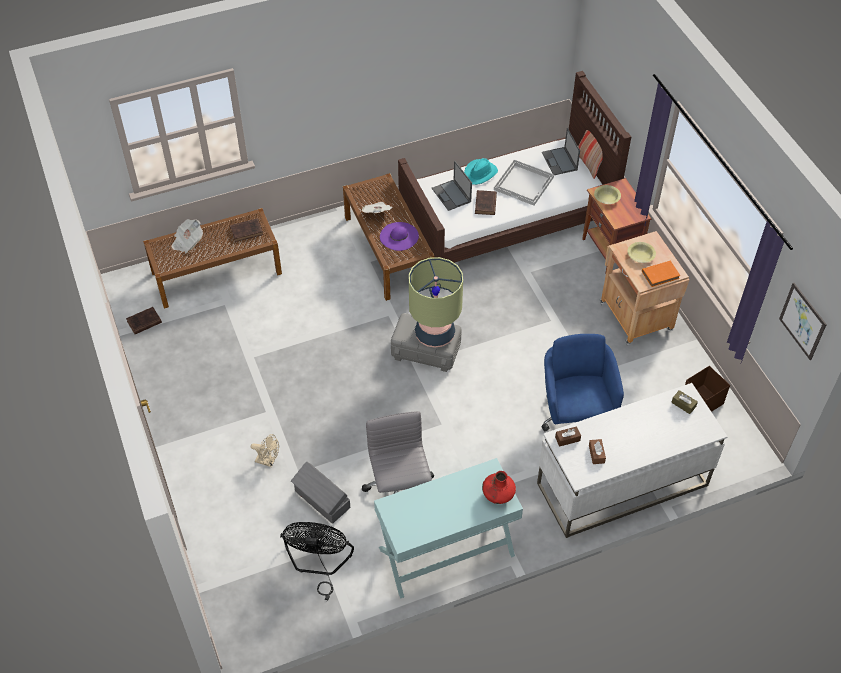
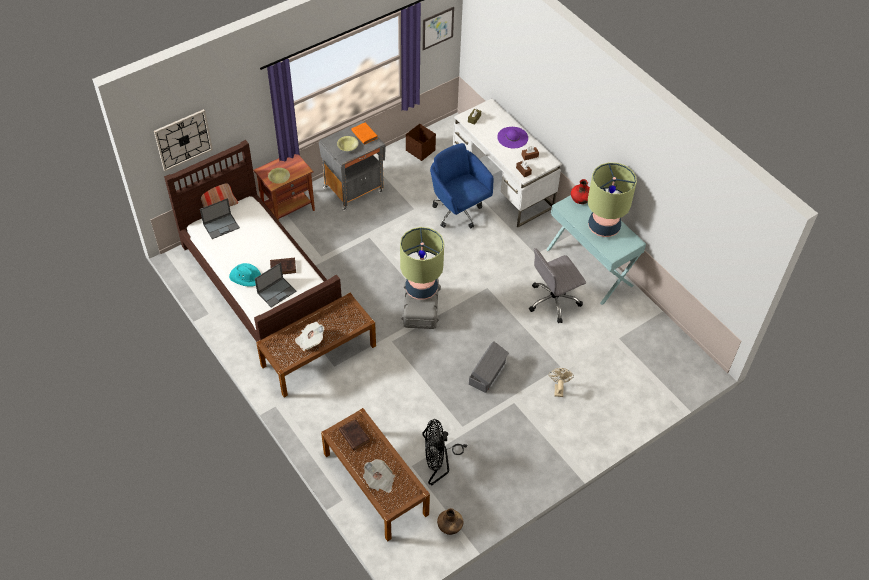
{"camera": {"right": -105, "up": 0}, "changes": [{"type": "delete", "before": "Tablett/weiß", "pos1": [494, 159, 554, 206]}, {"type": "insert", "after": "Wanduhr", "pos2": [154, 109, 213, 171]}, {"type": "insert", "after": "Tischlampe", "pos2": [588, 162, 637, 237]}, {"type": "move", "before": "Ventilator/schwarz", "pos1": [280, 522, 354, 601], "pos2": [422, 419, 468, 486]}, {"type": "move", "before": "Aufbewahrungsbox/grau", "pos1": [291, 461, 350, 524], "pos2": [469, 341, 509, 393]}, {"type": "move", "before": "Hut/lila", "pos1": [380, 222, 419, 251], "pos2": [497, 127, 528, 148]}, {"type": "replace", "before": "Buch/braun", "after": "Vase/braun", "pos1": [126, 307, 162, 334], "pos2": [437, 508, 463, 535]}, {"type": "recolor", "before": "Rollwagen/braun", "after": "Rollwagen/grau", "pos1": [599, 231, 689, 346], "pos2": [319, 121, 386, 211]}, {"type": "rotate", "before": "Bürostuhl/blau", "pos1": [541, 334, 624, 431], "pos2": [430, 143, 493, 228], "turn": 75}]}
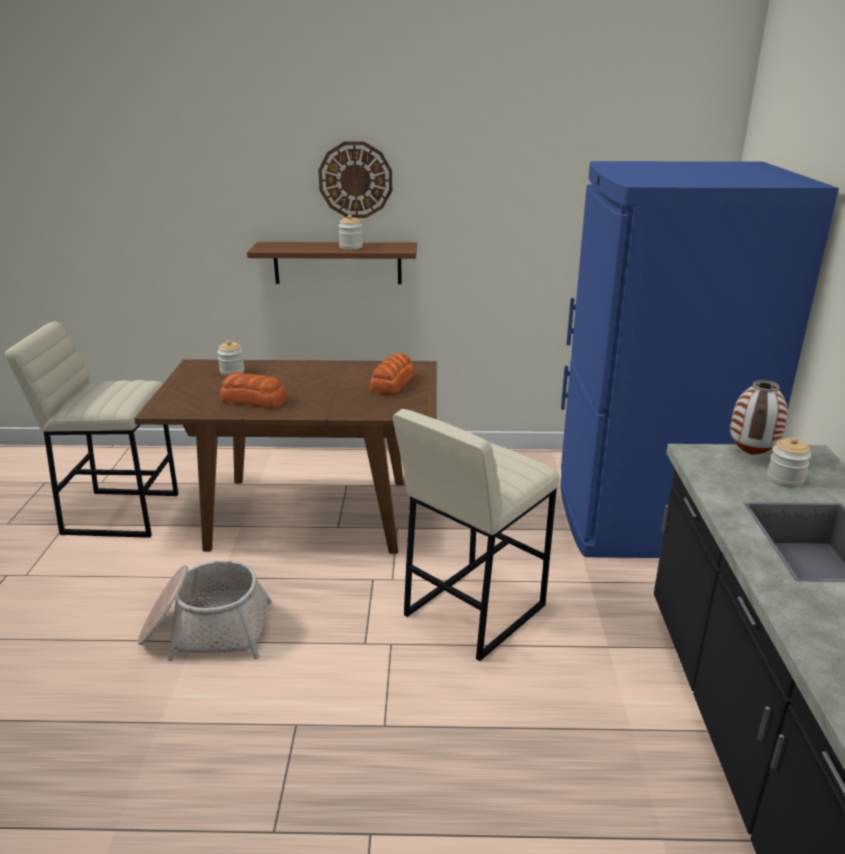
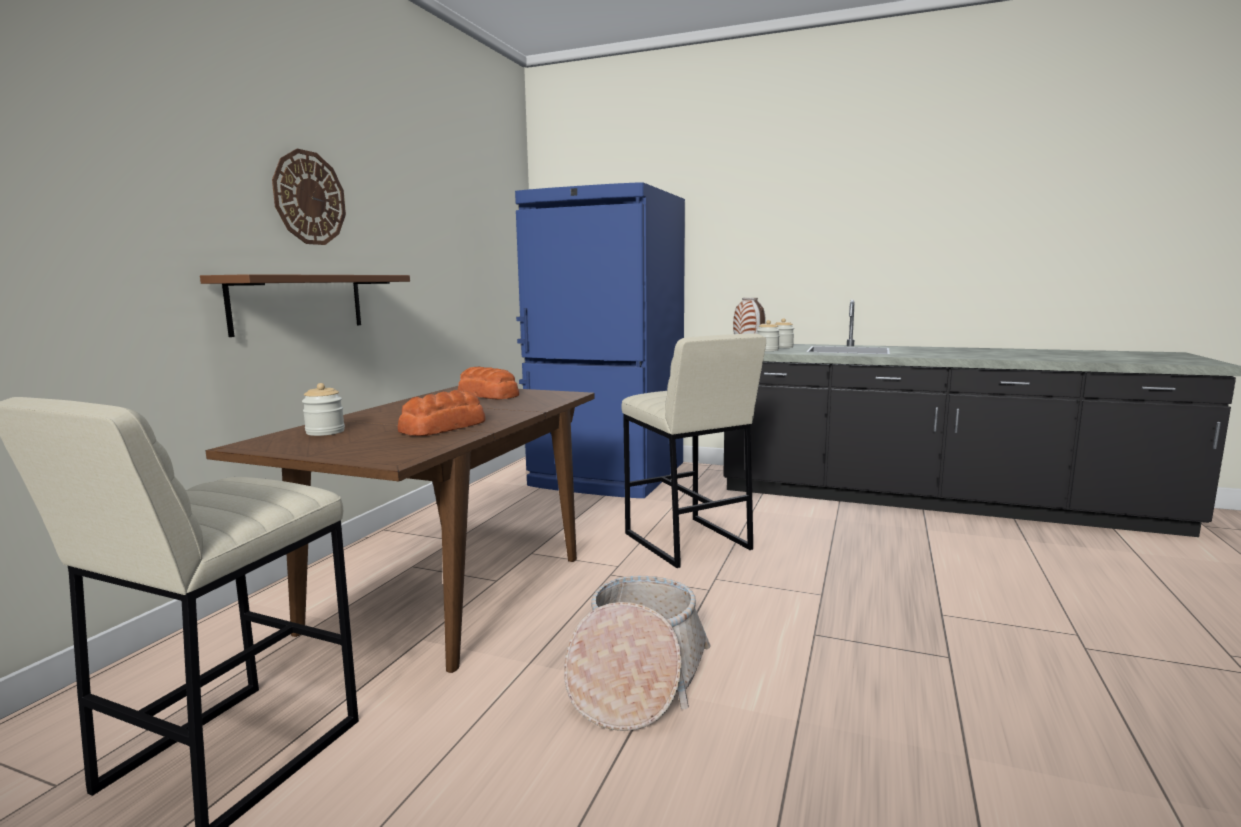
{"camera": {"right": -70, "up": -15}, "changes": [{"type": "move", "before": "Vorratsglas", "pos1": [338, 215, 363, 250], "pos2": [757, 320, 780, 351]}]}
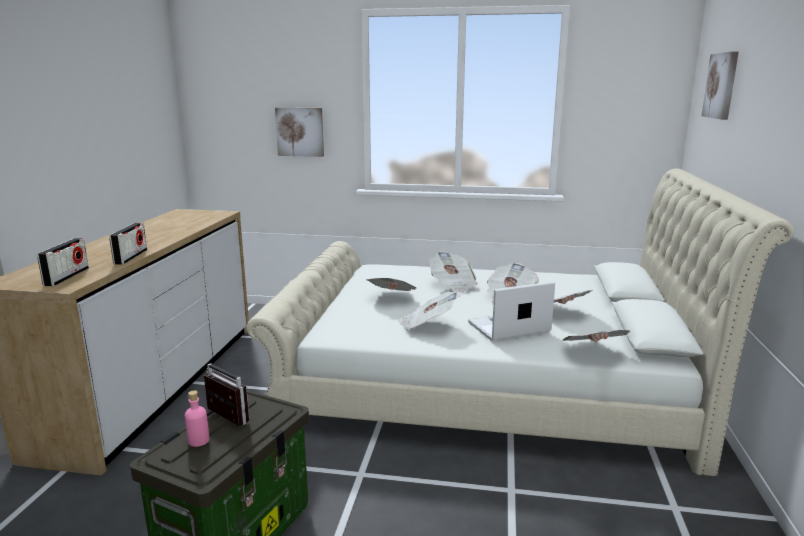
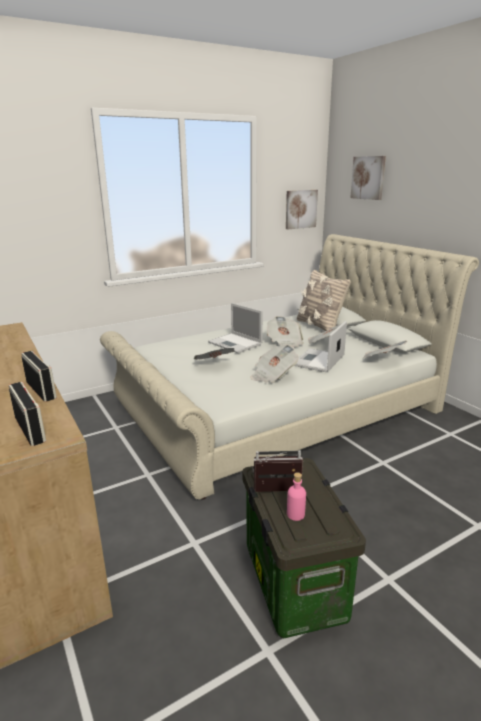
{"camera": {"right": -40, "up": 5}, "changes": [{"type": "insert", "after": "Kissen/beige", "pos2": [297, 270, 351, 331]}, {"type": "move", "before": "Bild", "pos1": [275, 108, 324, 157], "pos2": [286, 190, 318, 229]}, {"type": "replace", "before": "Zeitung", "after": "Laptop", "pos1": [429, 251, 478, 293], "pos2": [208, 303, 263, 353]}]}
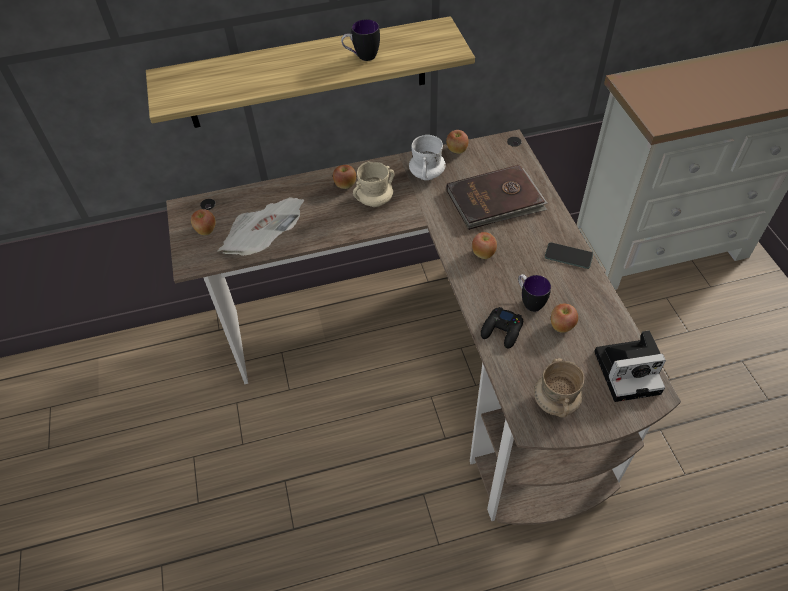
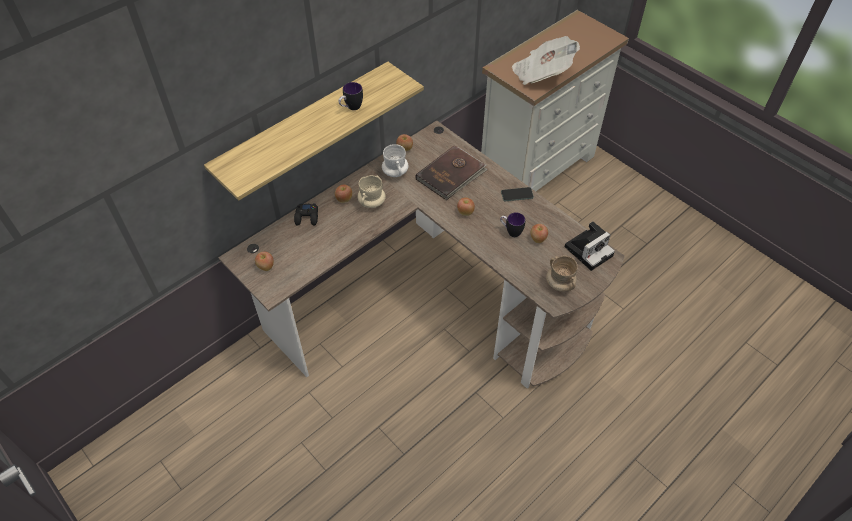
{"camera": {"right": -30, "up": 0}, "changes": [{"type": "move", "before": "Zeitung", "pos1": [218, 197, 304, 256], "pos2": [512, 36, 580, 85]}, {"type": "move", "before": "Gamepad/schwarz", "pos1": [481, 307, 523, 349], "pos2": [294, 204, 318, 226]}]}
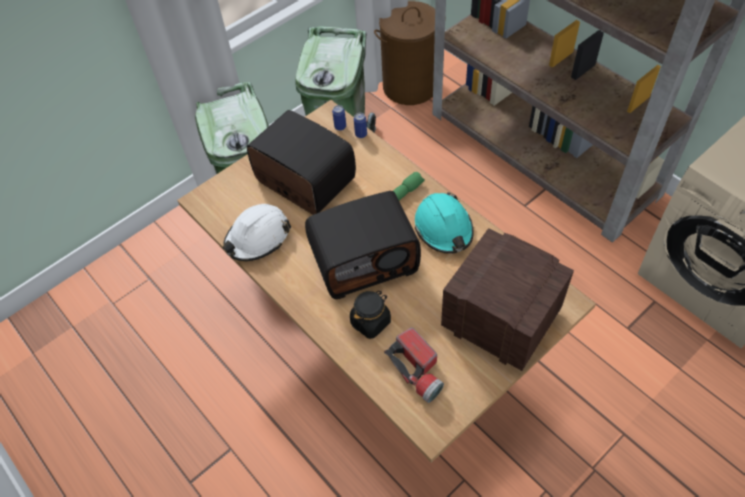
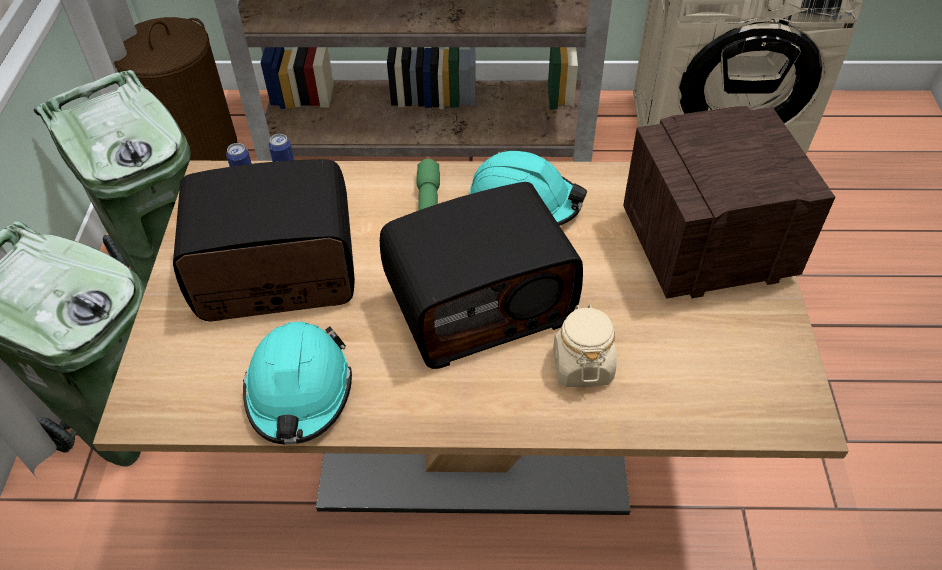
{"camera": {"right": -50, "up": -5}, "changes": [{"type": "delete", "before": "Taschenlampe", "pos1": [384, 328, 444, 403]}, {"type": "recolor", "before": "Schutzhelm/weiß", "after": "Schutzhelm/türkis", "pos1": [222, 204, 291, 261], "pos2": [243, 322, 352, 445]}, {"type": "recolor", "before": "Vorratsglas/schwarz", "after": "Vorratsglas/beige", "pos1": [350, 291, 391, 339], "pos2": [553, 304, 616, 387]}, {"type": "rotate", "before": "Radio", "pos1": [305, 191, 421, 299], "pos2": [380, 182, 583, 369], "turn": 45}]}
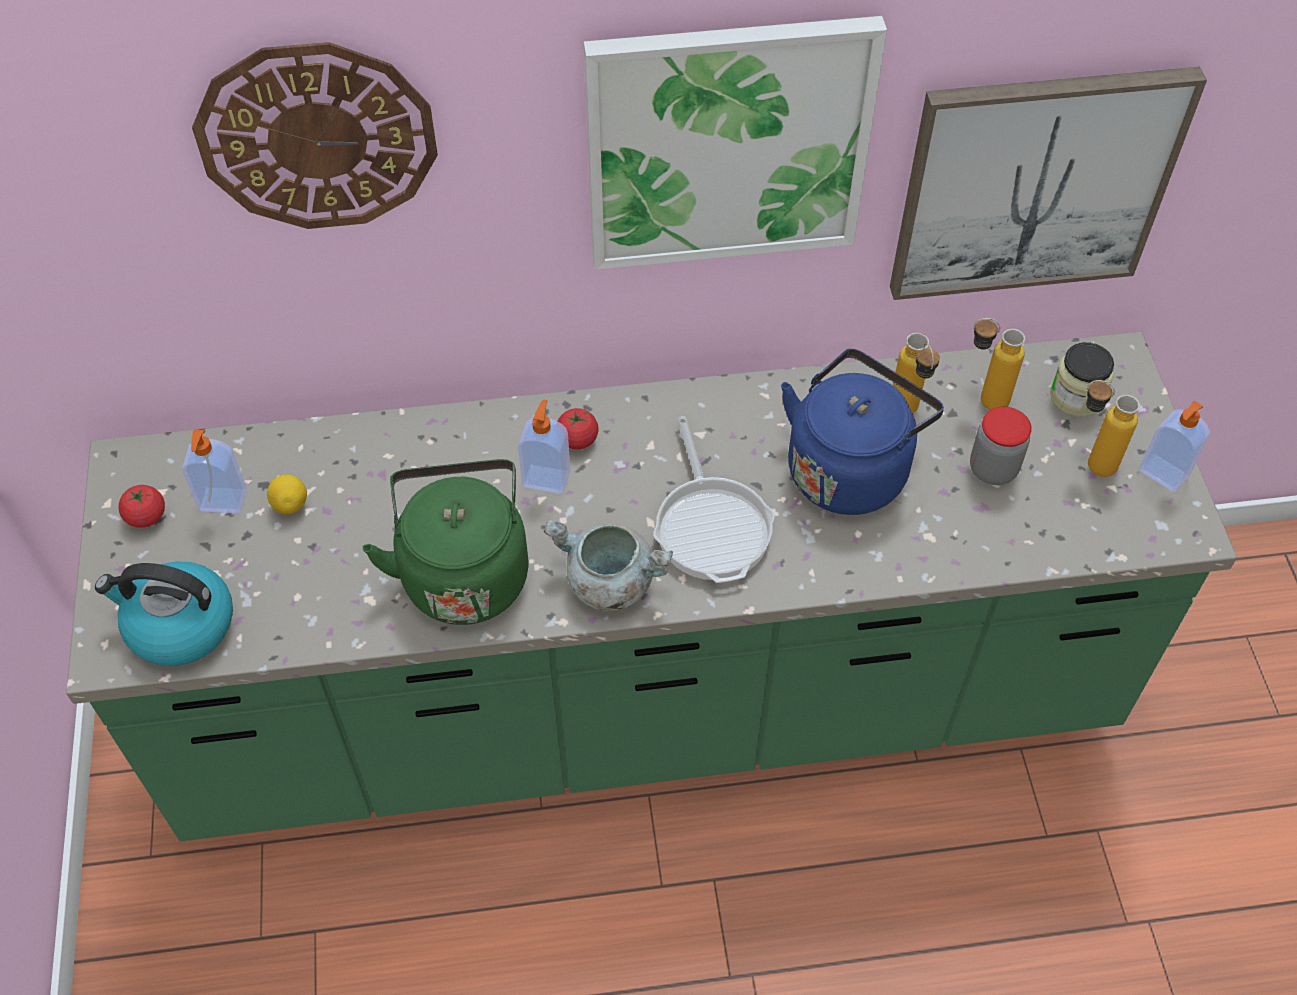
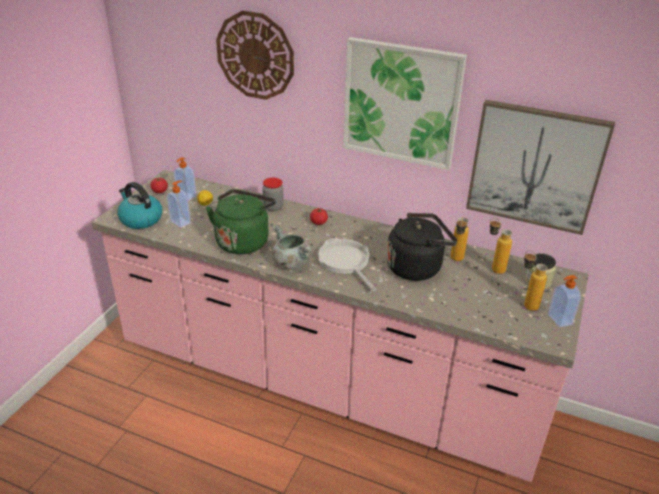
{"camera": {"right": 30, "up": -20}, "changes": [{"type": "move", "before": "Seifenspender", "pos1": [518, 399, 571, 494], "pos2": [167, 181, 191, 228]}, {"type": "move", "before": "Vorratsglas", "pos1": [970, 407, 1032, 485], "pos2": [262, 178, 284, 211]}, {"type": "recolor", "before": "Küchenzeile/grün", "after": "Küchenzeile/rosa", "pos1": [66, 332, 1237, 841], "pos2": [92, 170, 589, 482]}, {"type": "recolor", "before": "Wasserkessel/blau", "after": "Wasserkessel/schwarz", "pos1": [781, 349, 944, 515], "pos2": [387, 213, 457, 281]}, {"type": "rotate", "before": "Pfanne", "pos1": [653, 416, 775, 583], "pos2": [318, 238, 377, 292], "turn": 135}]}
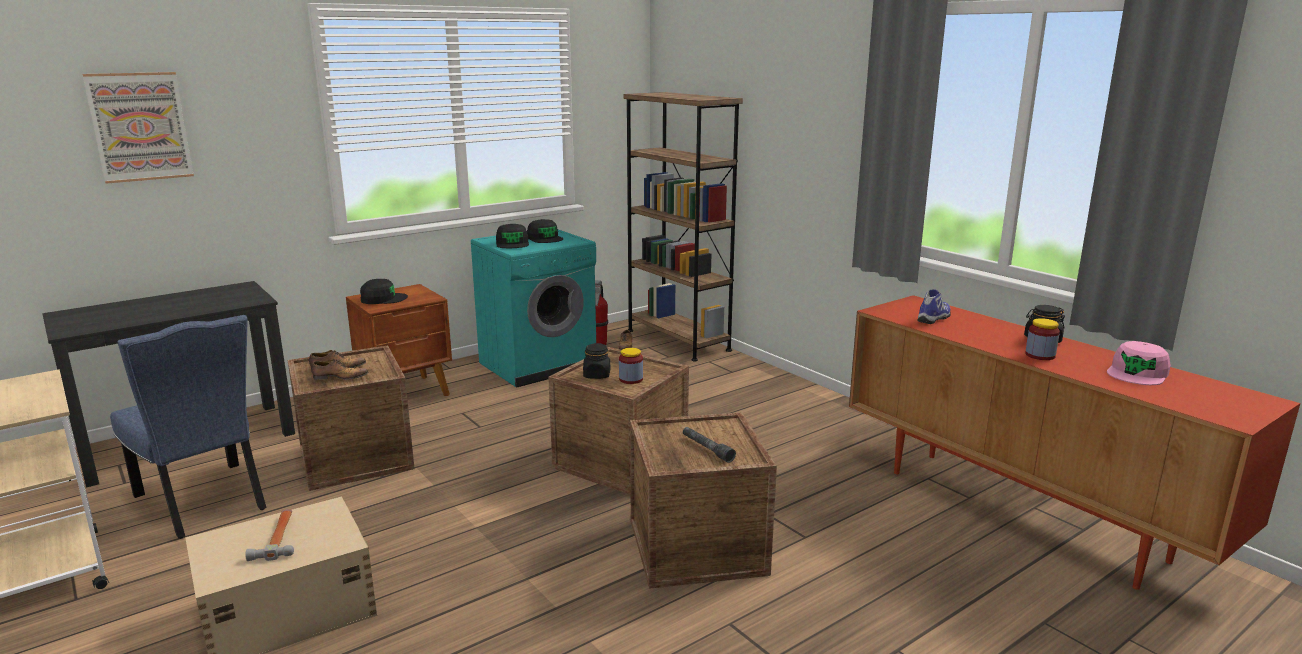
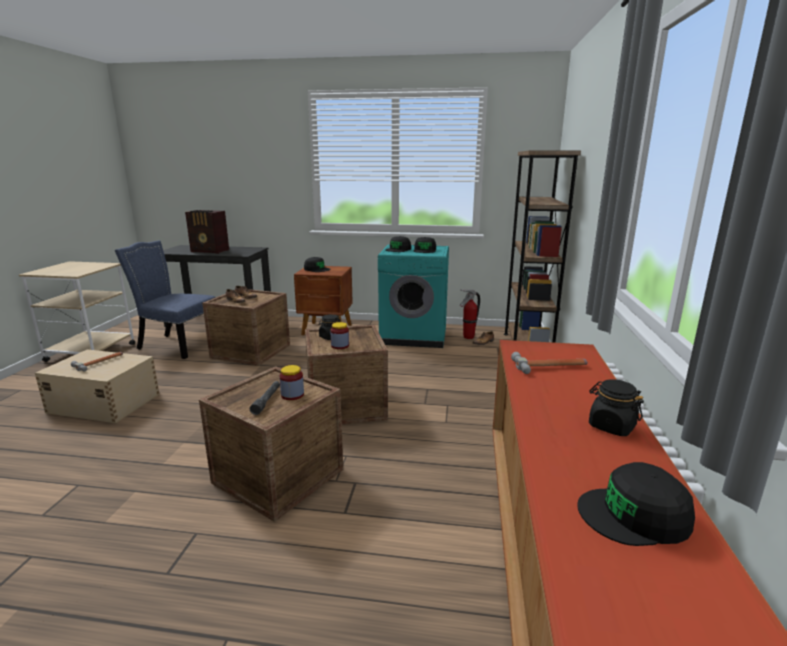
{"camera": {"right": 45, "up": 0}, "changes": [{"type": "delete", "before": "Bild", "pos1": [83, 72, 194, 184]}, {"type": "insert", "after": "Radio", "pos2": [185, 210, 229, 254]}, {"type": "move", "before": "Vorratsglas", "pos1": [1025, 318, 1060, 360], "pos2": [279, 365, 304, 400]}, {"type": "replace", "before": "Schuh", "after": "Hammer", "pos1": [917, 289, 951, 324], "pos2": [511, 352, 588, 374]}, {"type": "recolor", "before": "Kappe/rosa", "after": "Kappe/schwarz", "pos1": [1107, 341, 1171, 385], "pos2": [577, 462, 695, 546]}, {"type": "rotate", "before": "Stuhl/blau", "pos1": [110, 315, 267, 539], "pos2": [115, 240, 216, 359], "turn": 105}]}
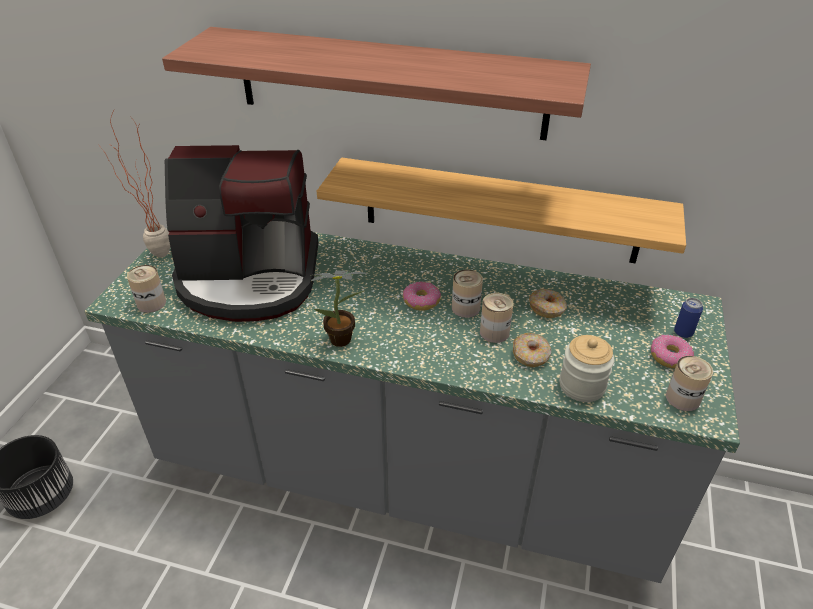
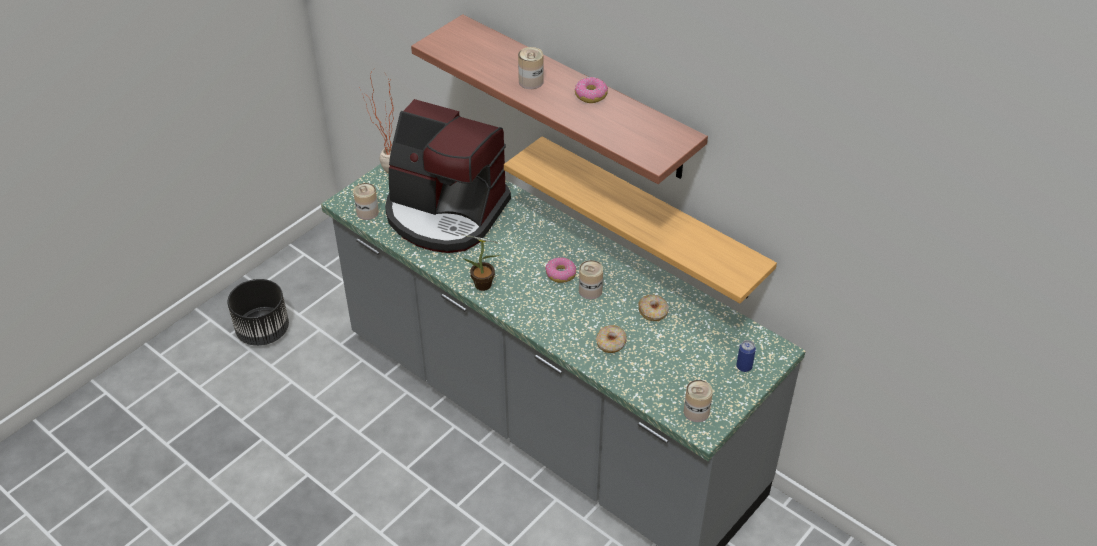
{"camera": {"right": 25, "up": 5}, "changes": [{"type": "delete", "before": "Vorratsglas", "pos1": [559, 335, 614, 402]}, {"type": "move", "before": "Dose", "pos1": [480, 293, 513, 343], "pos2": [518, 47, 543, 89]}, {"type": "move", "before": "Donut", "pos1": [651, 335, 694, 369], "pos2": [575, 77, 608, 103]}]}
